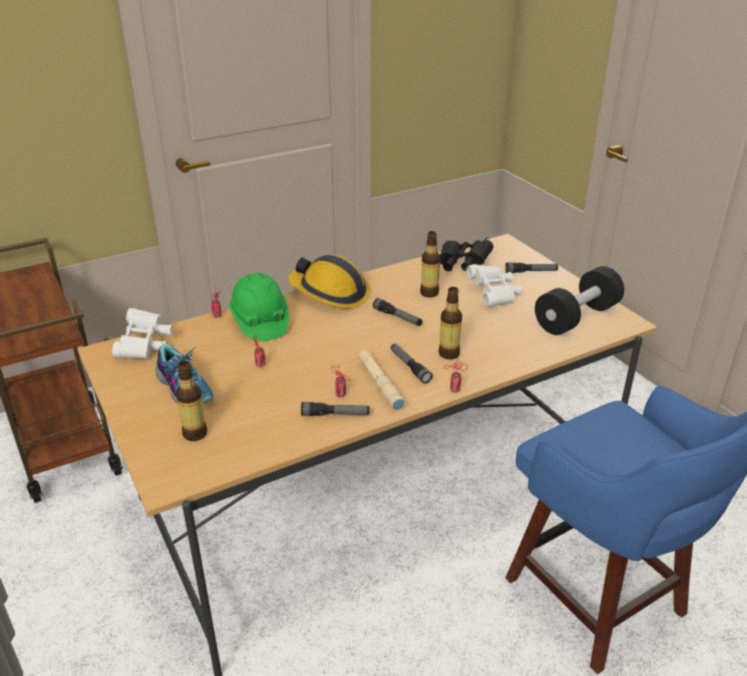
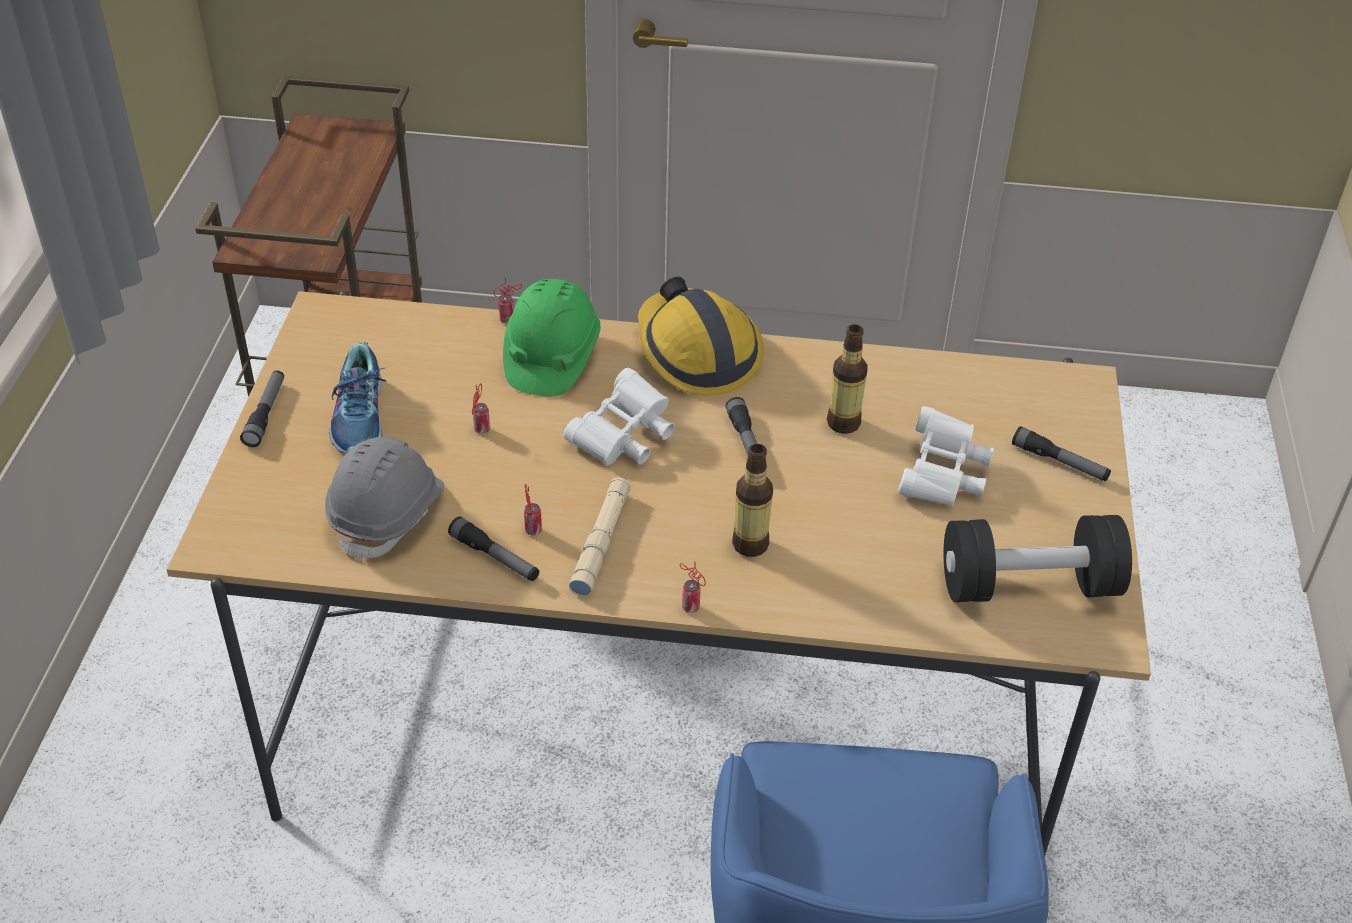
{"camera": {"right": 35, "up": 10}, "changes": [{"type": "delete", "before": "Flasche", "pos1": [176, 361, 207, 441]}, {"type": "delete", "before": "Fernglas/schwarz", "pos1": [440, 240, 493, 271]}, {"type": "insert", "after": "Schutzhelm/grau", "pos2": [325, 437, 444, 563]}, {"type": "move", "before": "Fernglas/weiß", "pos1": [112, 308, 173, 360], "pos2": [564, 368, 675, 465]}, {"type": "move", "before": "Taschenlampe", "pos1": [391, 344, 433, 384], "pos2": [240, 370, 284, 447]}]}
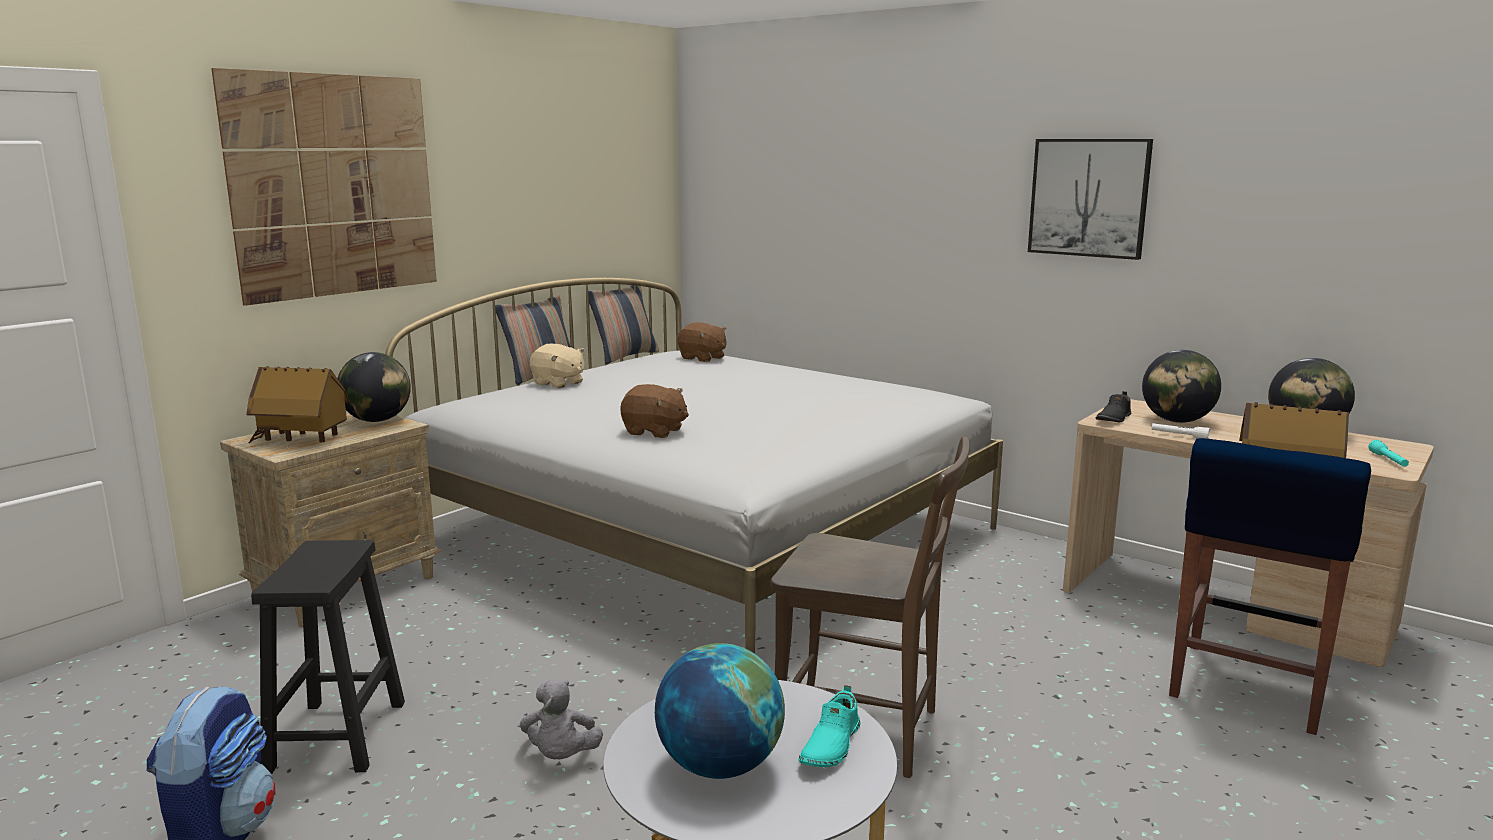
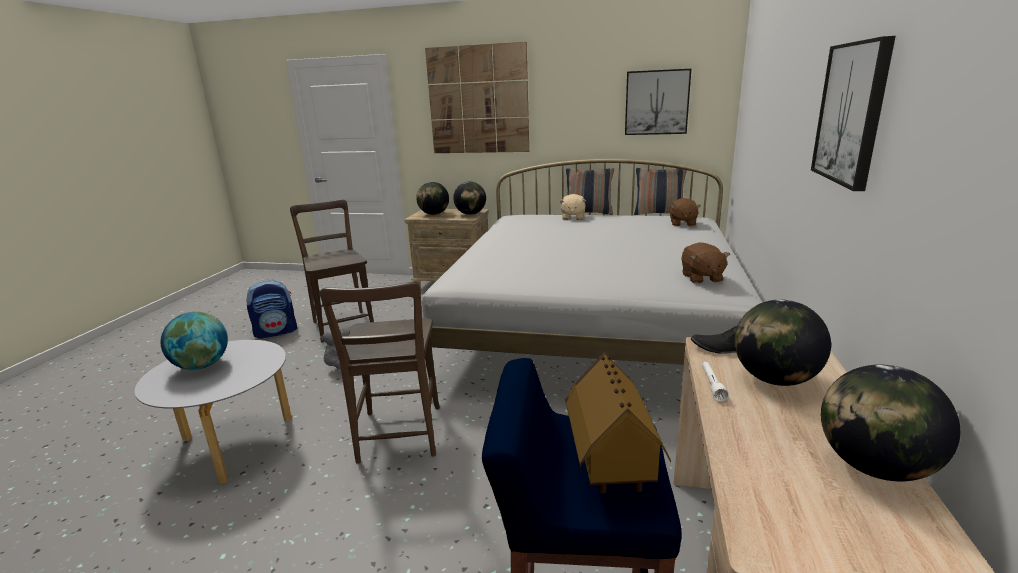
{"camera": {"right": 65, "up": 5}, "changes": [{"type": "delete", "before": "Schuh/türkis", "pos1": [798, 685, 861, 767]}, {"type": "delete", "before": "Taschenlampe/türkis", "pos1": [1368, 440, 1409, 467]}, {"type": "insert", "after": "Bild", "pos2": [625, 69, 691, 135]}, {"type": "move", "before": "Plüschtier/braun", "pos1": [620, 384, 689, 438], "pos2": [681, 242, 730, 284]}, {"type": "replace", "before": "Spielzeughaus", "after": "Globus", "pos1": [246, 366, 350, 443], "pos2": [416, 182, 449, 215]}, {"type": "replace", "before": "Hocker/schwarz", "after": "Stuhl/braun", "pos1": [251, 540, 405, 774], "pos2": [290, 199, 374, 343]}]}
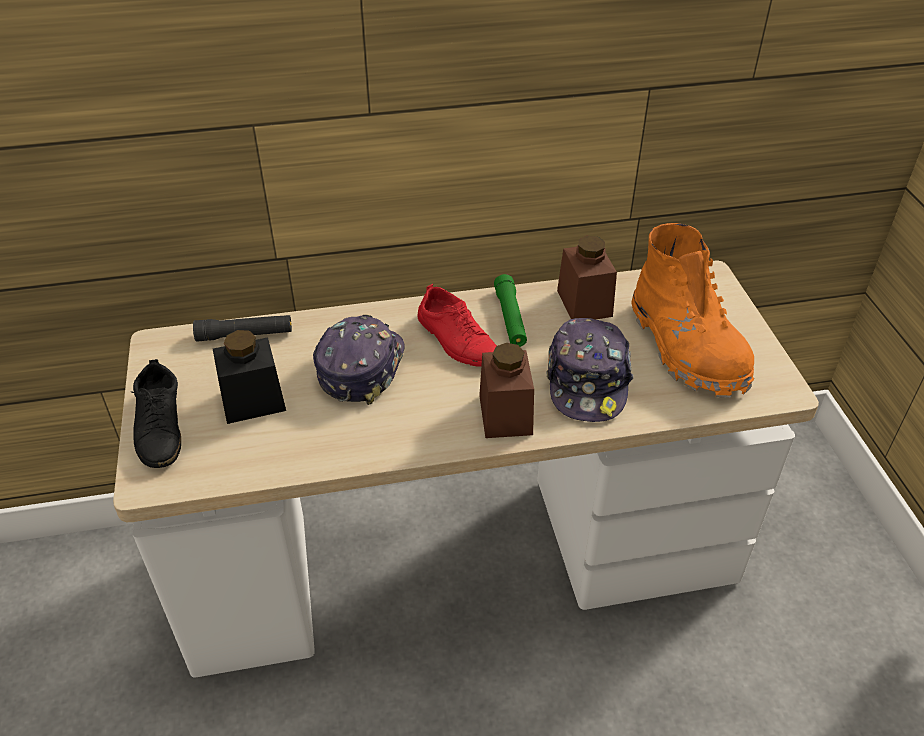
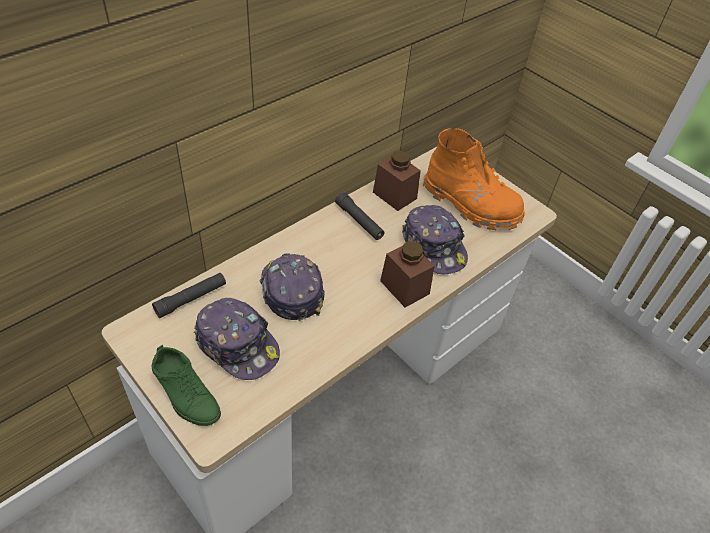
{"camera": {"right": -35, "up": 5}, "changes": [{"type": "delete", "before": "Schuh/rot", "pos1": [418, 284, 497, 367]}, {"type": "replace", "before": "Vorratsglas/schwarz", "after": "Kappe", "pos1": [213, 330, 286, 424], "pos2": [194, 298, 280, 380]}, {"type": "recolor", "before": "Schuh/schwarz", "after": "Schuh/grün", "pos1": [130, 359, 181, 468], "pos2": [152, 345, 221, 426]}, {"type": "recolor", "before": "Taschenlampe/grün", "after": "Taschenlampe/schwarz", "pos1": [494, 274, 527, 347], "pos2": [335, 192, 384, 240]}]}
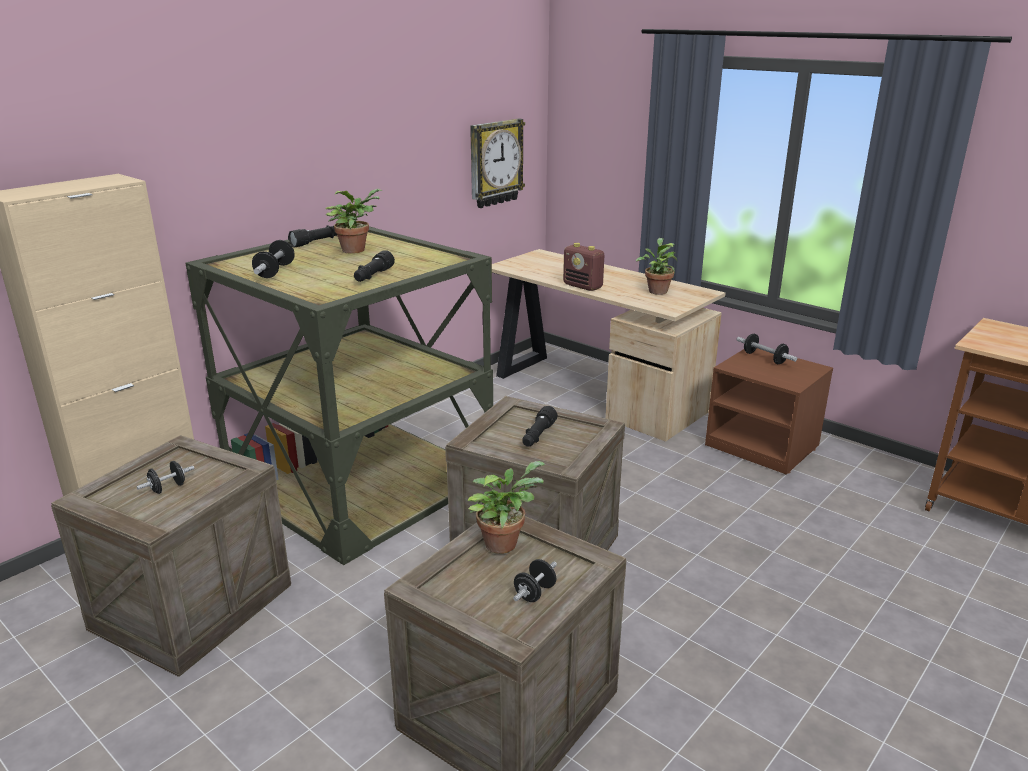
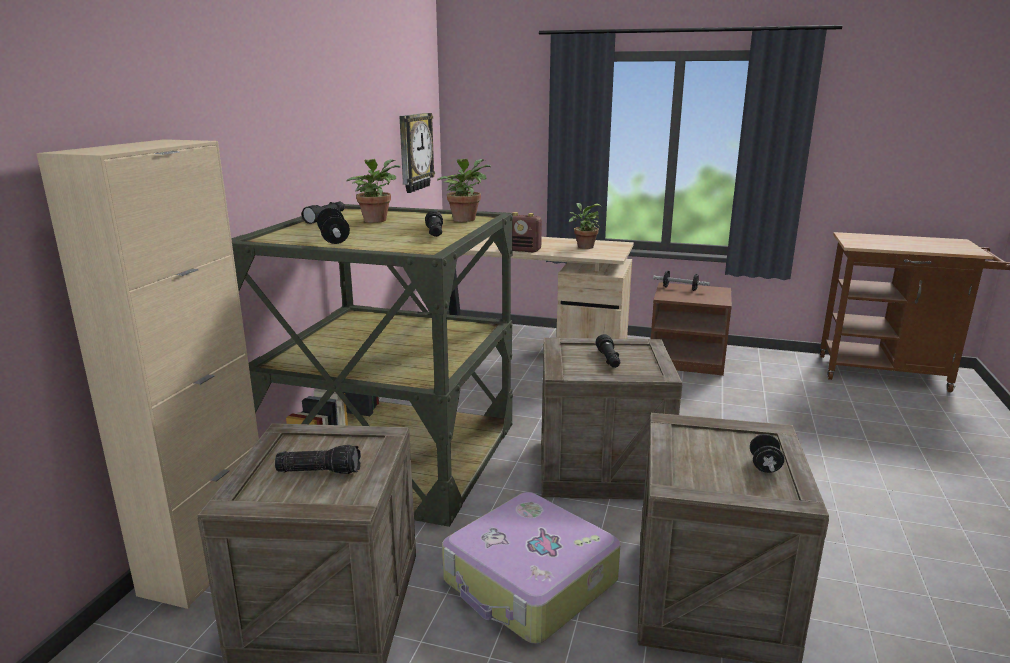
{"camera": {"right": -25, "up": -5}, "changes": [{"type": "insert", "after": "Koffer", "pos2": [442, 492, 621, 644]}, {"type": "move", "before": "Topfpflanze", "pos1": [468, 461, 545, 554], "pos2": [437, 158, 491, 222]}, {"type": "replace", "before": "Hantel/schwarz", "after": "Taschenlampe", "pos1": [136, 461, 195, 494], "pos2": [275, 445, 361, 474]}]}
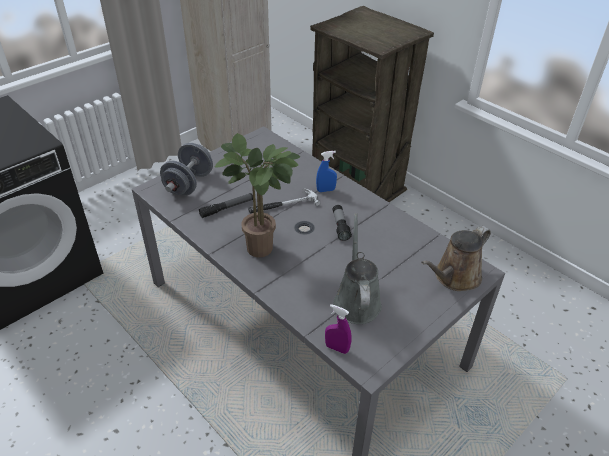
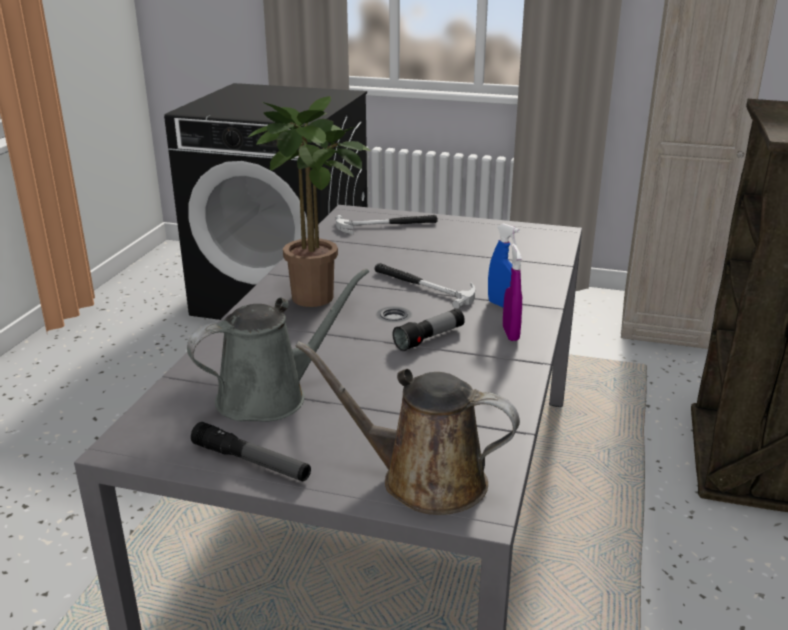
{"camera": {"right": 60, "up": -15}, "changes": [{"type": "move", "before": "Taschenlampe", "pos1": [199, 193, 253, 218], "pos2": [191, 422, 311, 481]}, {"type": "move", "before": "Sprühflasche/lila", "pos1": [325, 304, 352, 354], "pos2": [503, 244, 522, 341]}, {"type": "replace", "before": "Hantel/grau", "after": "Hammer", "pos1": [160, 143, 213, 196], "pos2": [335, 215, 437, 234]}]}
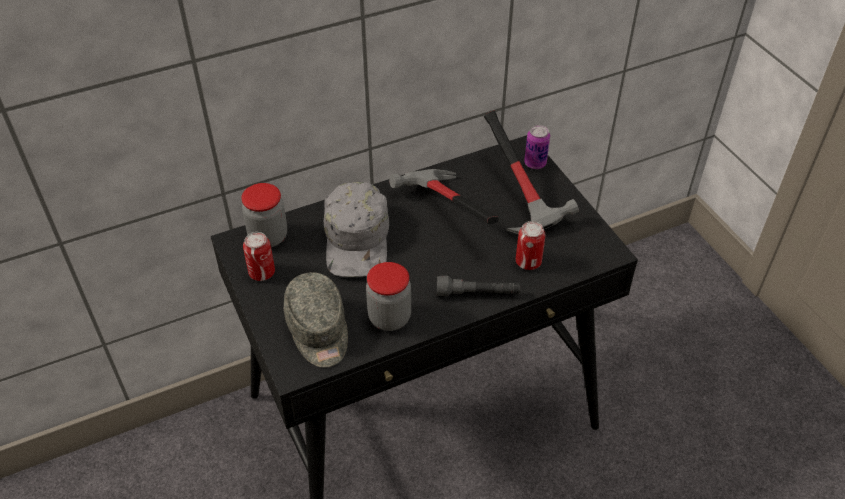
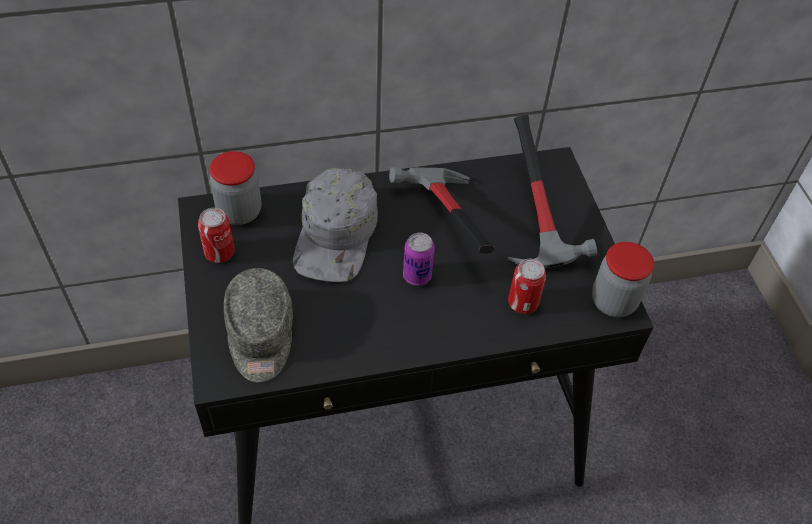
{"camera": {"right": 10, "up": 5}, "changes": [{"type": "delete", "before": "Taschenlampe/grau", "pos1": [437, 276, 520, 297]}, {"type": "move", "before": "Vorratsglas", "pos1": [366, 262, 411, 331], "pos2": [592, 242, 654, 317]}, {"type": "move", "before": "Dose", "pos1": [524, 125, 550, 169], "pos2": [403, 233, 435, 286]}]}
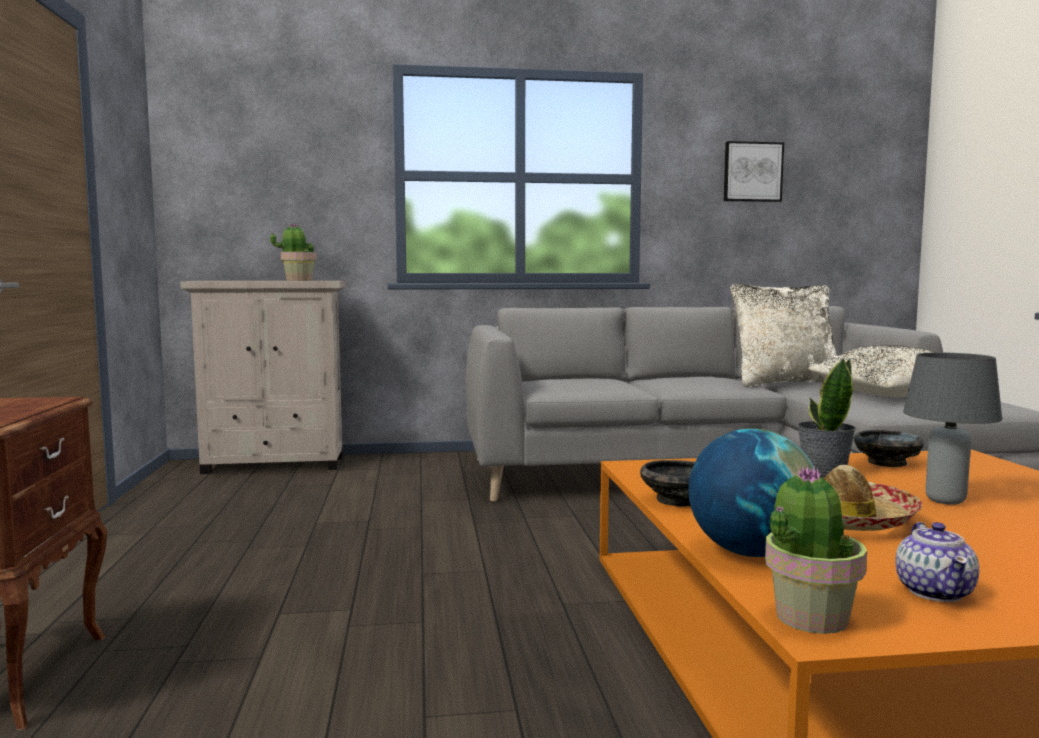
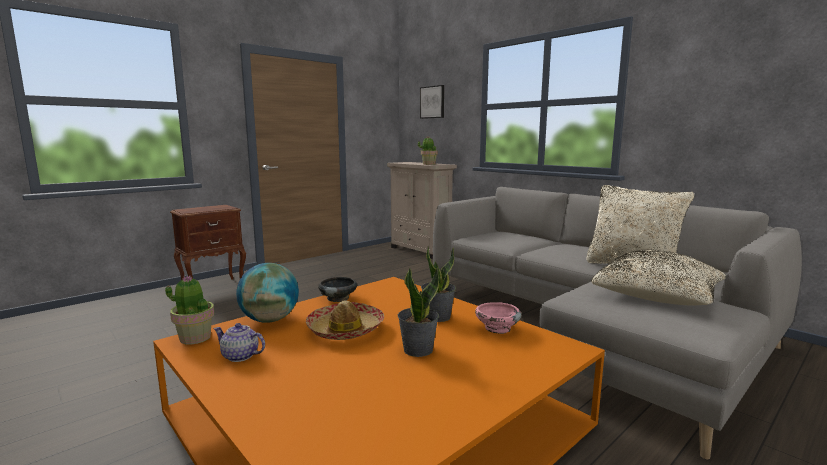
{"camera": {"right": 55, "up": 5}, "changes": [{"type": "move", "before": "Bild", "pos1": [724, 141, 784, 202], "pos2": [420, 85, 444, 119]}, {"type": "replace", "before": "Tischlampe/grau", "after": "Topfpflanze", "pos1": [903, 352, 1002, 505], "pos2": [398, 267, 439, 357]}, {"type": "recolor", "before": "Schüssel/schwarz", "after": "Schüssel/rosa", "pos1": [854, 430, 924, 467], "pos2": [475, 302, 521, 334]}, {"type": "rotate", "before": "Teekanne", "pos1": [895, 522, 979, 602], "pos2": [213, 323, 265, 362], "turn": 45}]}
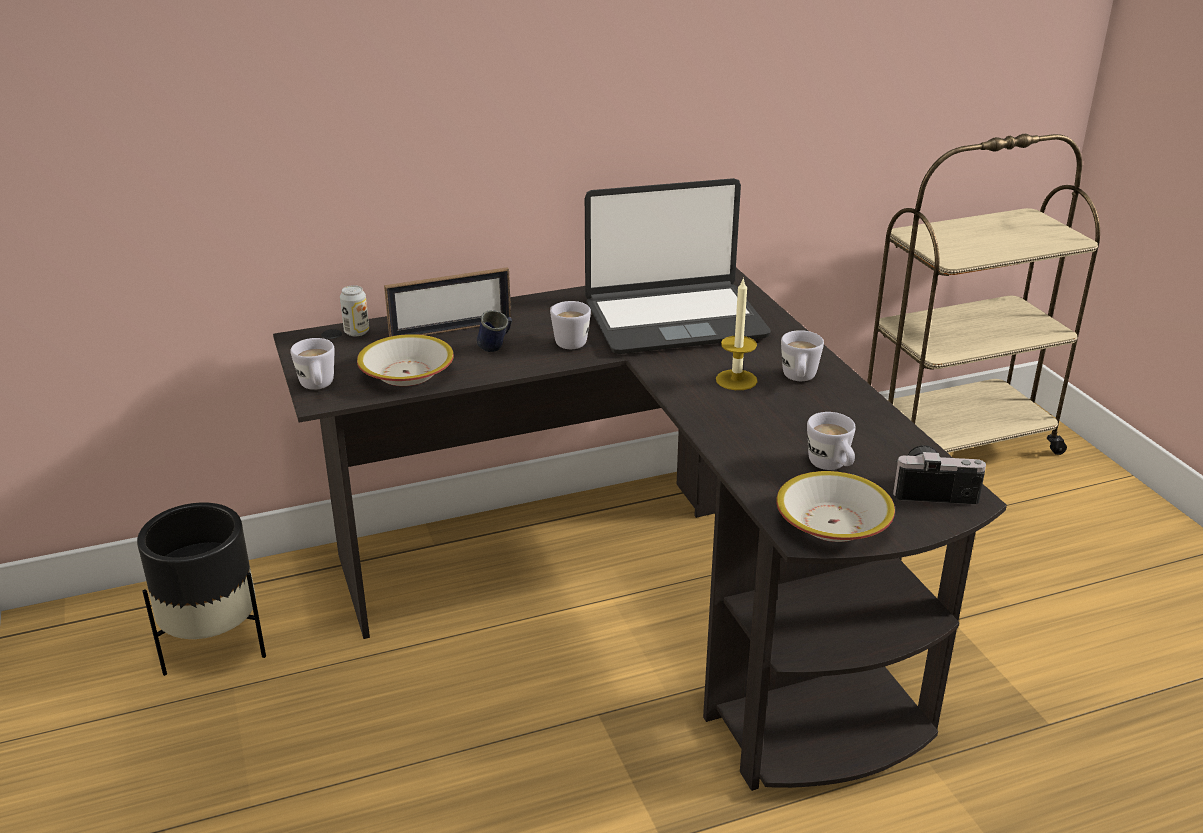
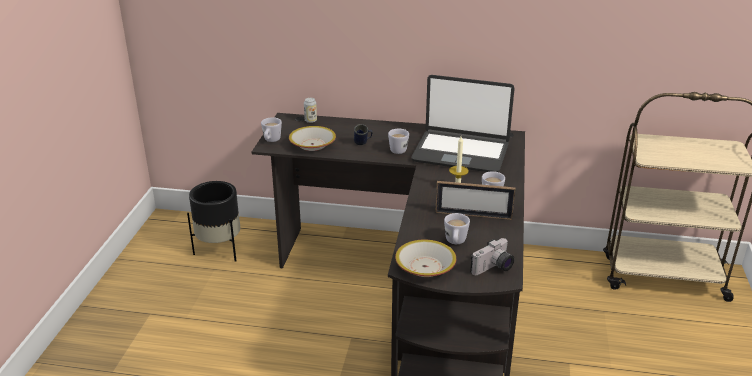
{"camera": {"right": 30, "up": 0}, "changes": [{"type": "move", "before": "Bilderrahmen", "pos1": [384, 267, 511, 337], "pos2": [435, 181, 515, 220]}, {"type": "rotate", "before": "Kamera", "pos1": [893, 445, 986, 504], "pos2": [470, 238, 515, 275], "turn": 105}]}
